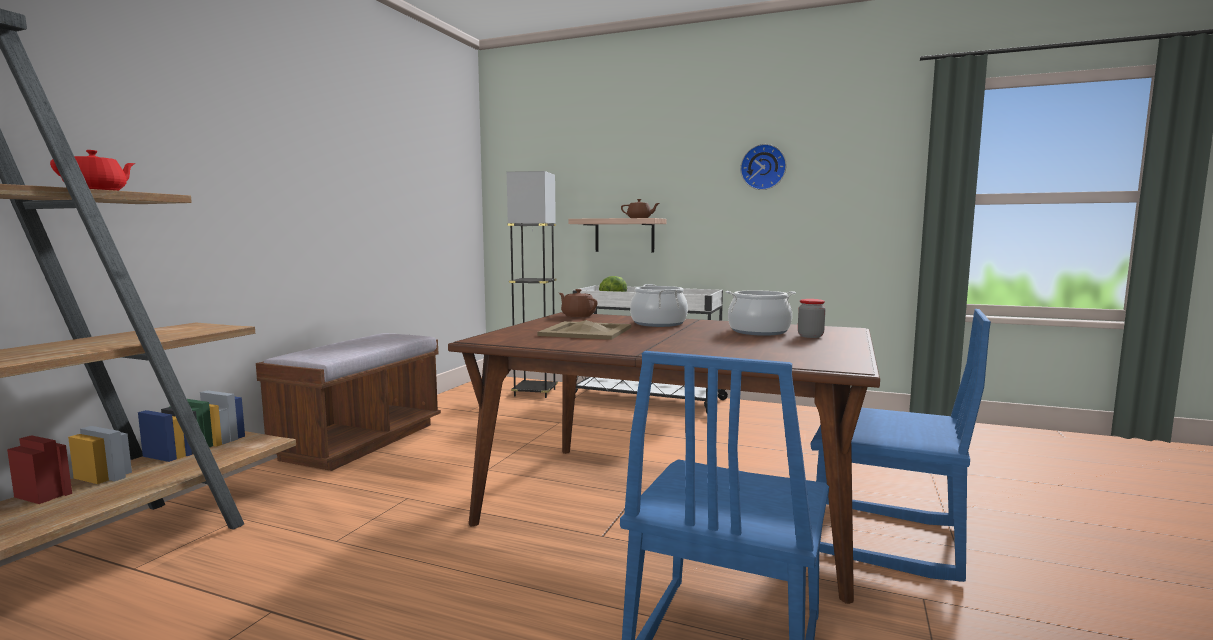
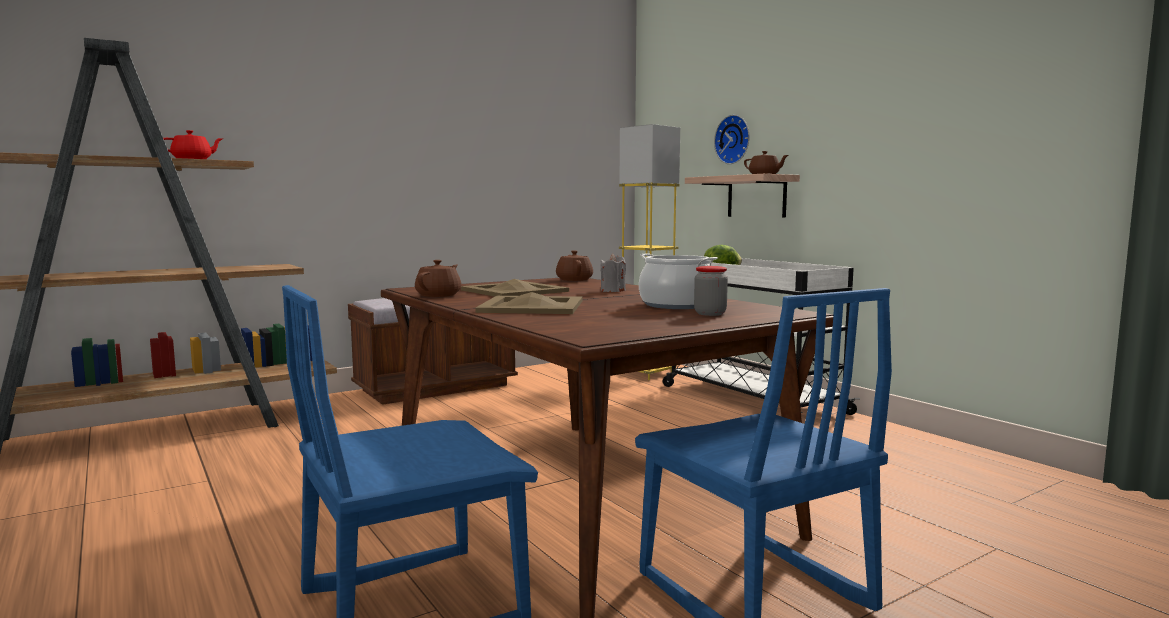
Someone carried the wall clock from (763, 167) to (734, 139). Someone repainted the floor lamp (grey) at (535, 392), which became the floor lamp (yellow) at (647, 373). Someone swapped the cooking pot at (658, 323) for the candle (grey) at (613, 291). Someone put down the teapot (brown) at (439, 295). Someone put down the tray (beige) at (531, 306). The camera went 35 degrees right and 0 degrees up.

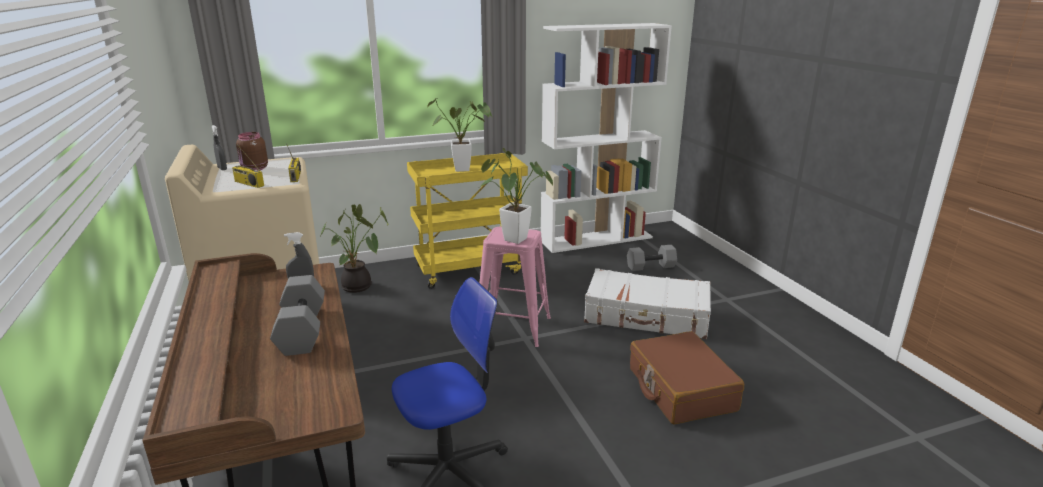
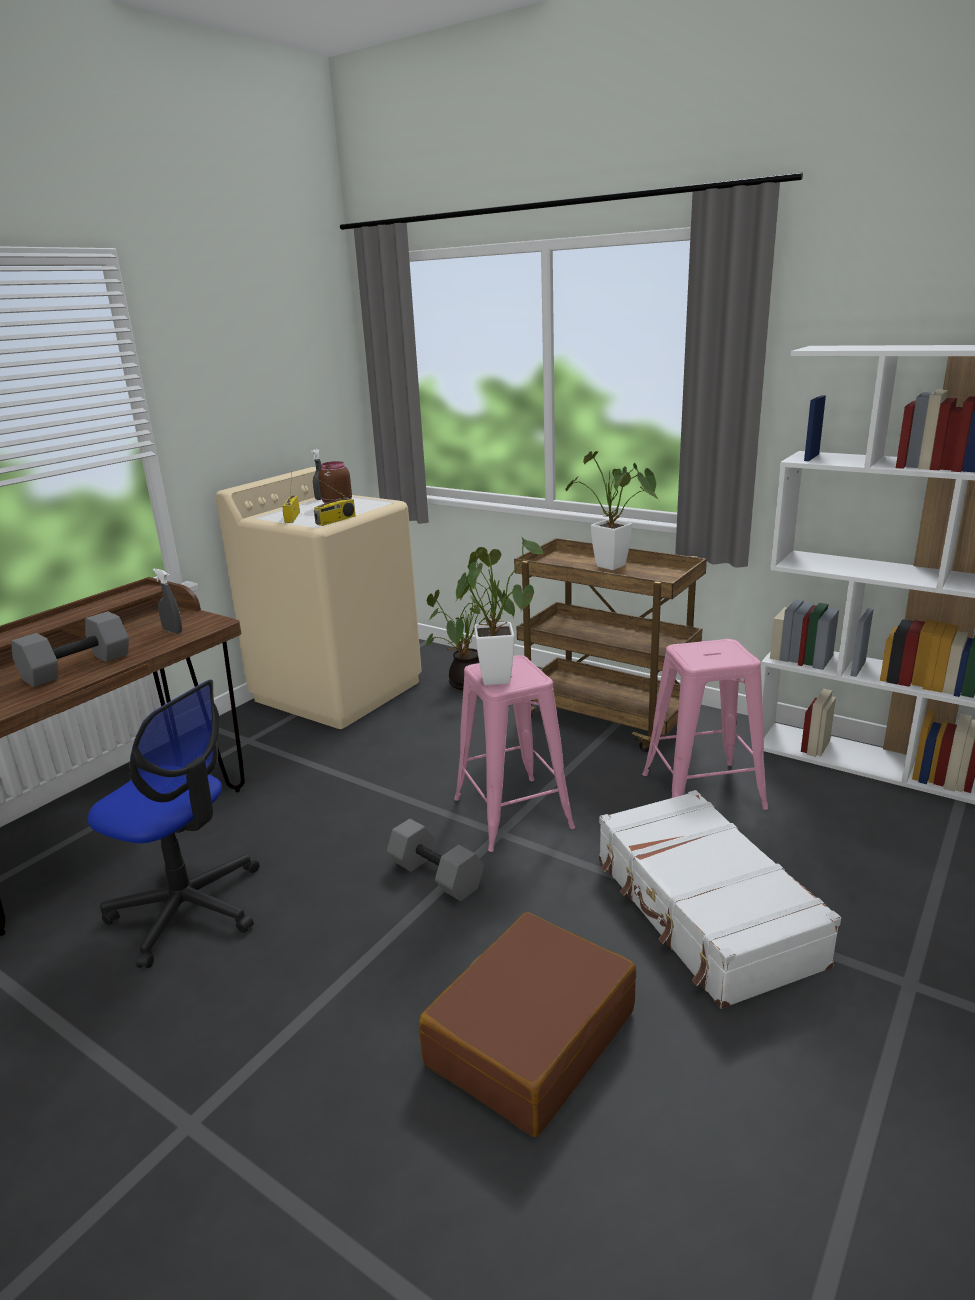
Someone repainted the cart (yellow) at (470, 269), which became the cart (brown) at (608, 719). Someone carried the dumbbell (grey) from (650, 267) to (434, 876). Someone put down the stool (pink) at (702, 791). The camera went 55 degrees right and 0 degrees up.

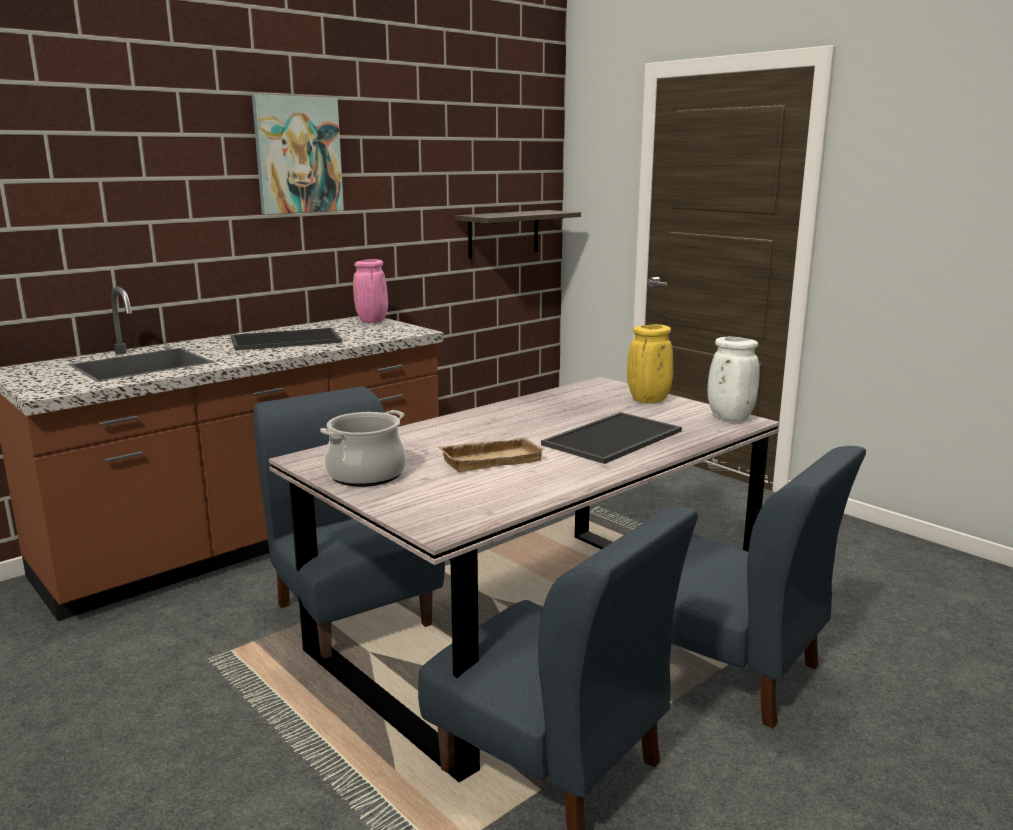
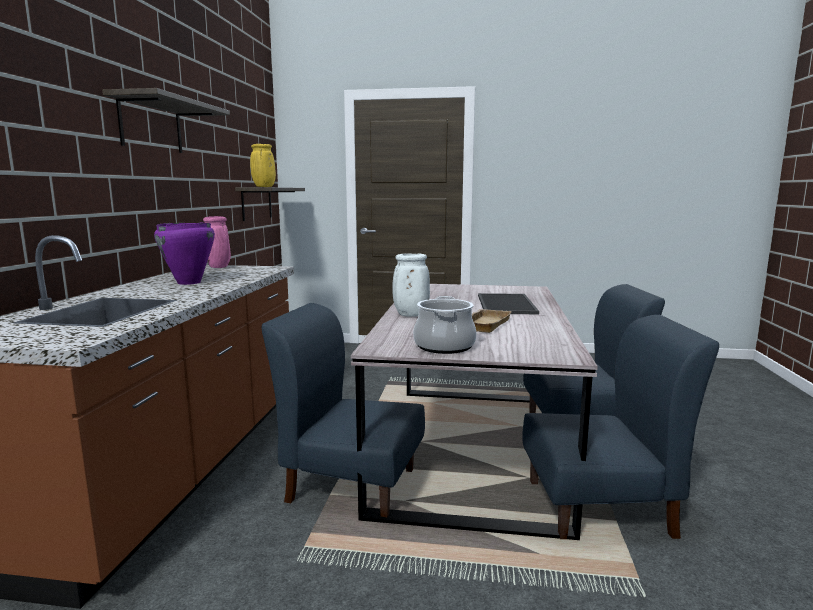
Someone swapped the picture at (298, 155) for the shelf at (151, 125). Someone carried the vase (yellow) from (648, 401) to (264, 187). Someone swapped the tray at (285, 340) for the cooking pot (purple) at (189, 282). Someone carried the vase (white) from (728, 418) to (410, 315). The camera went 40 degrees left and 5 degrees down.

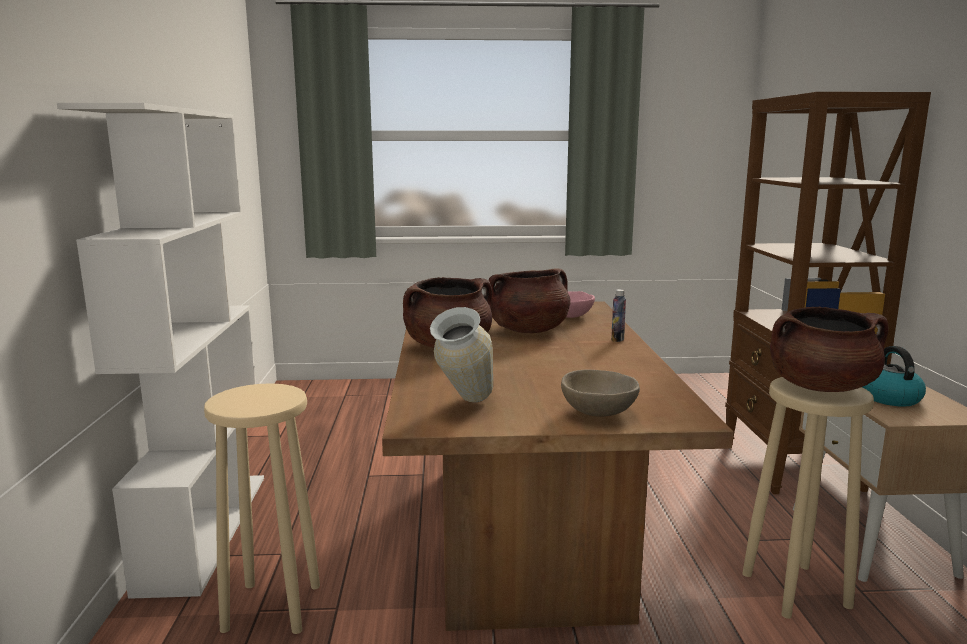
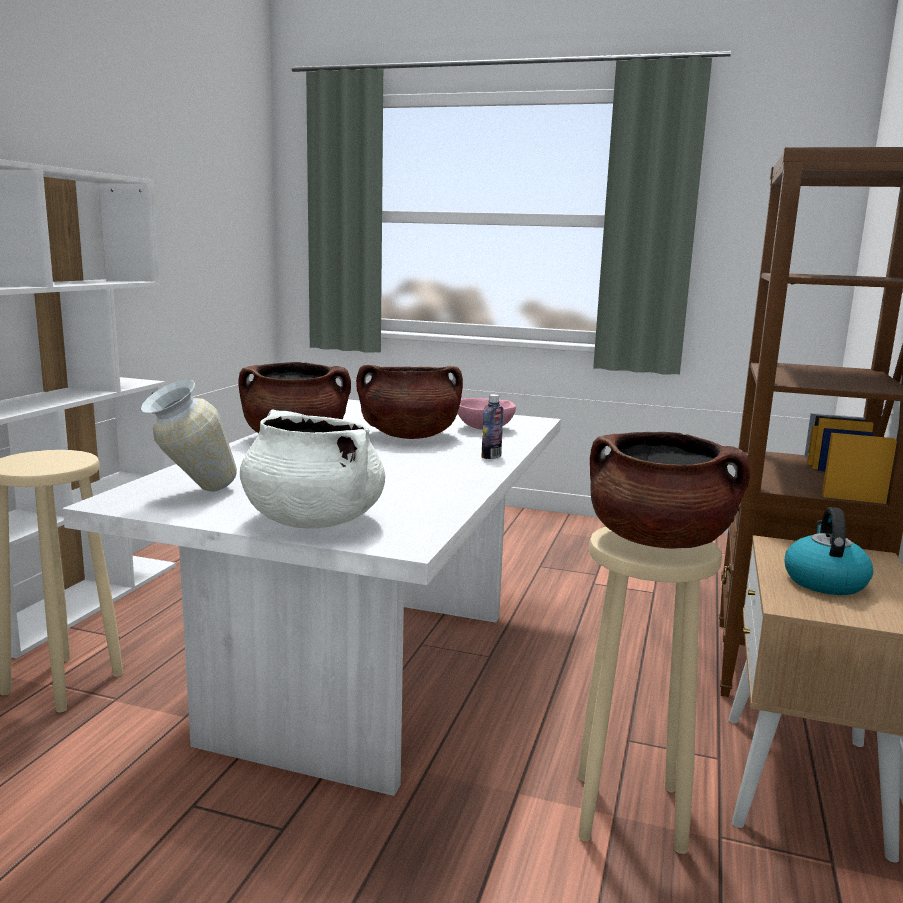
Someone repainted the dining table (brown) at (525, 534), which became the dining table (white) at (370, 673). Someone swapped the bowl (beige) at (598, 413) for the cooking pot (white) at (312, 521). The camera went 20 degrees right and 0 degrees up.

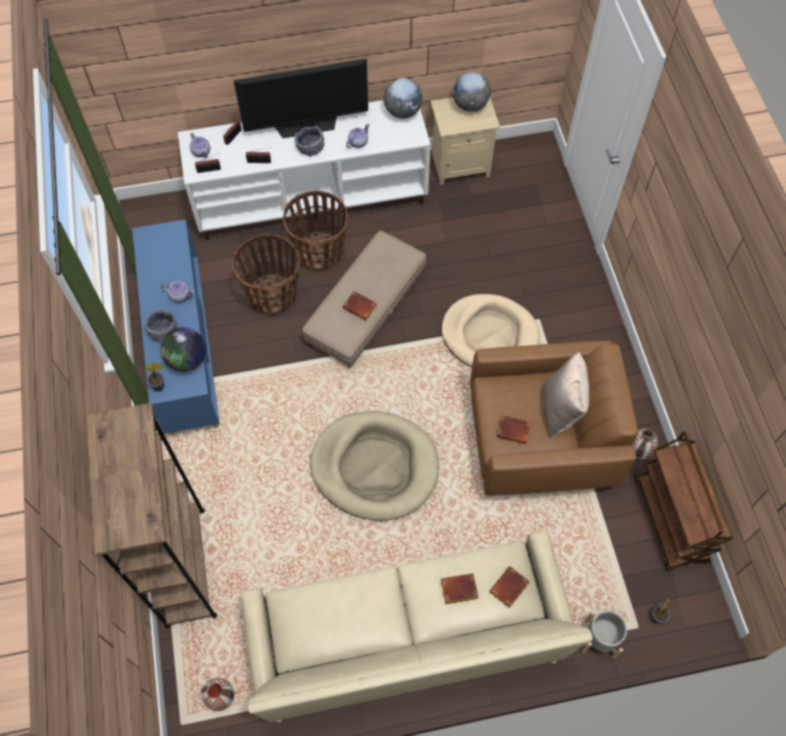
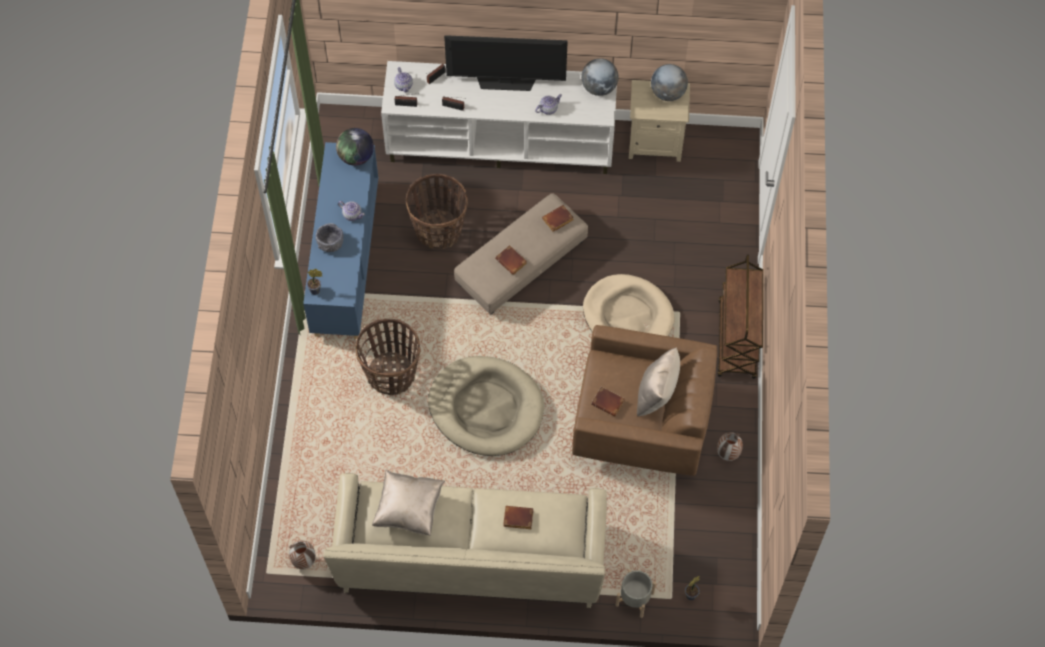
Someone took away the bowl (grey) at (310, 148). Someone carried the basket from (319, 252) to (391, 374). Someone carried the globe from (187, 360) to (356, 157). Someone took away the bookcase (brown) at (185, 566). Someone carried the cart (brown) from (670, 521) to (737, 340). Someone carried the book (brown) from (509, 589) to (557, 221). Someone put down the pillow (beige) at (409, 509). The camera went 15 degrees right and 0 degrees up.

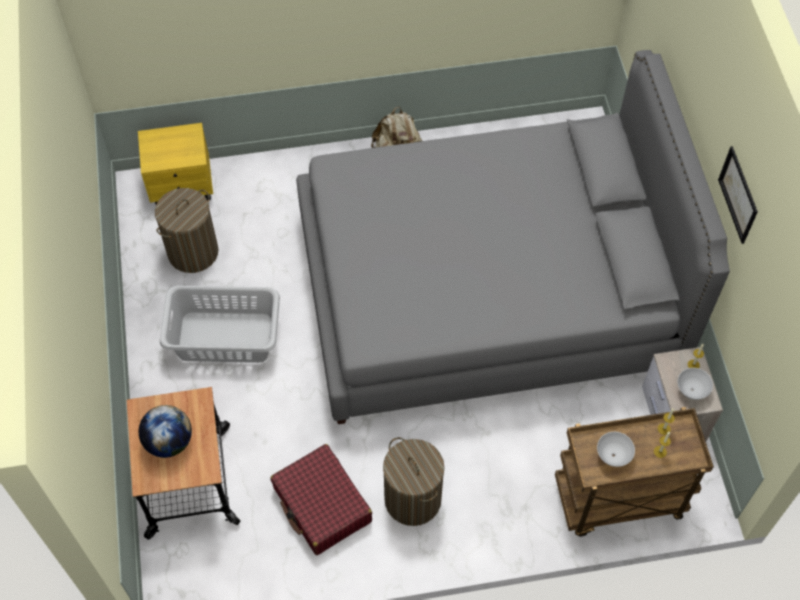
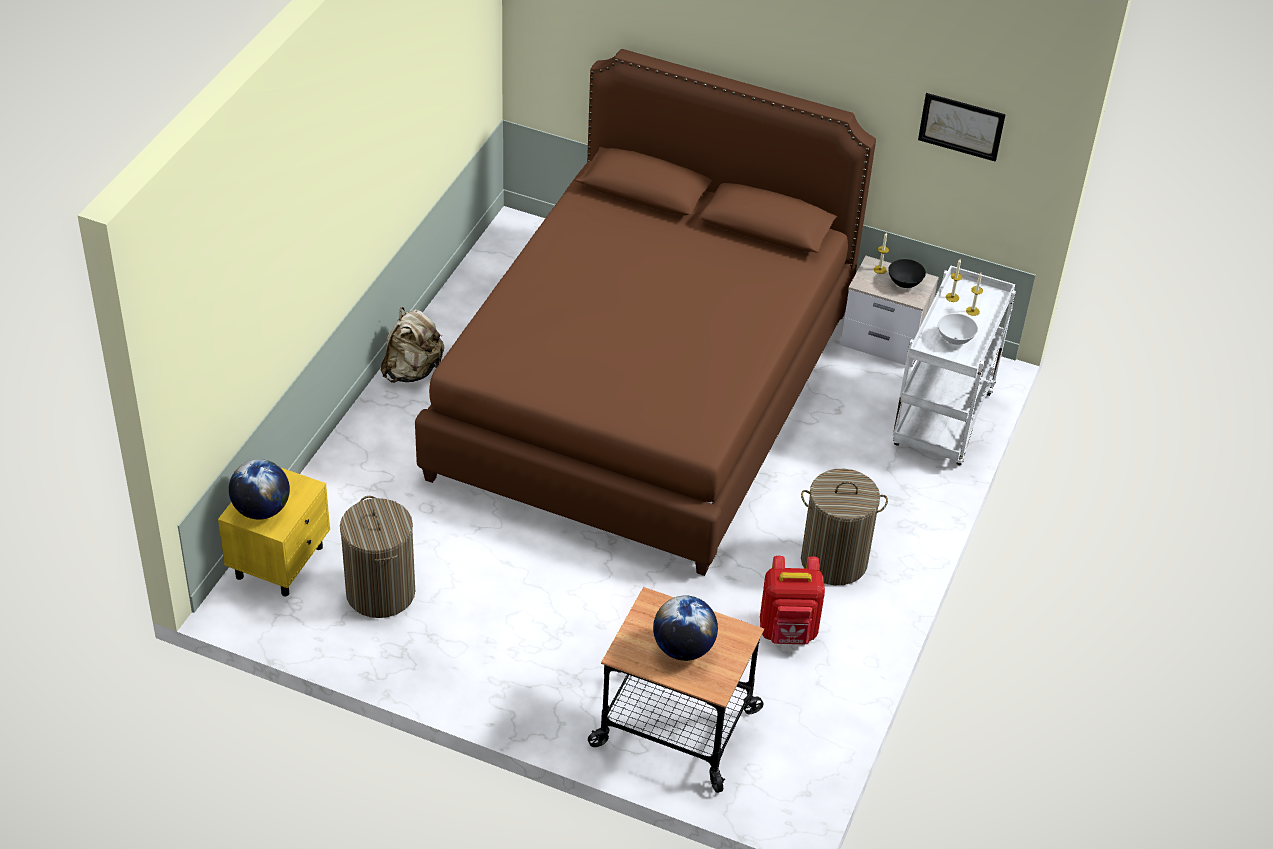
Someone repainted the bed (grey) at (486, 291), which became the bed (brown) at (644, 393). Someone carried the picture from (738, 195) to (961, 126). Someone took away the laundry basket (grey) at (224, 337). Someone repainted the bowl (white) at (692, 390), which became the bowl (black) at (905, 284). Someone repainted the cart (brown) at (618, 500), which became the cart (white) at (943, 422). Someone swapped the suitcase (red) at (322, 505) for the backpack (red) at (788, 632). Someone put down the globe at (261, 510). The camera went 60 degrees left and 15 degrees down.

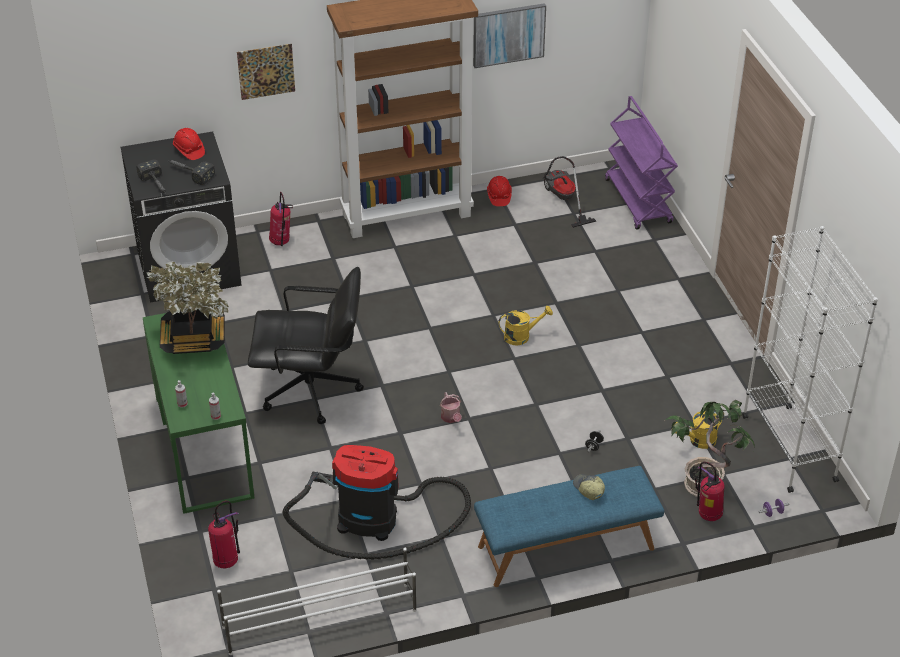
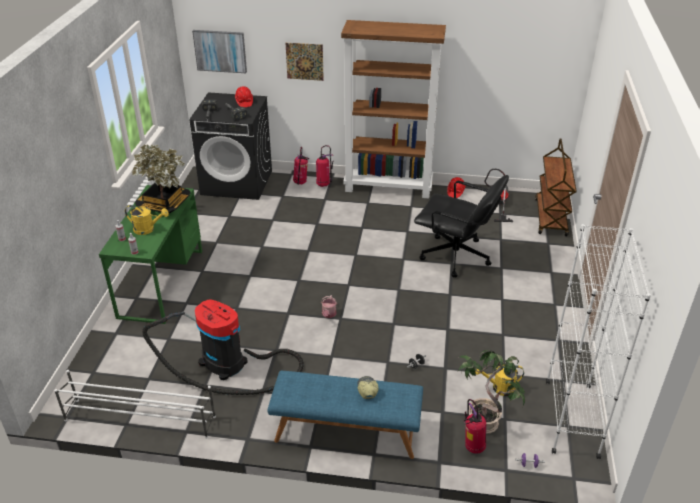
Someone carried the picture from (508, 34) to (220, 51). Someone repainted the cart (purple) at (638, 202), which became the cart (brown) at (551, 218). Someone carried the office chair (black) from (311, 391) to (456, 257). Someone carried the watering can (yellow) from (521, 336) to (148, 229). Someone carried the fire extinguisher from (226, 560) to (323, 184). The camera went 25 degrees right and 5 degrees down.

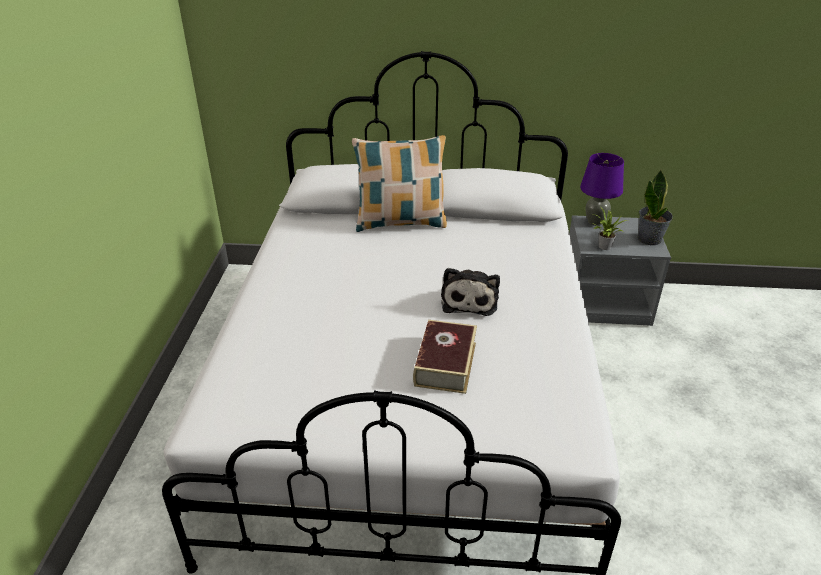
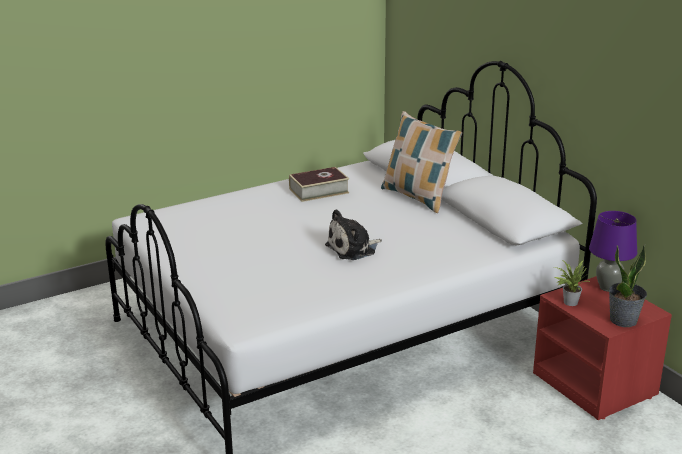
Someone repainted the nightstand (grey) at (605, 302), which became the nightstand (red) at (596, 384). Someone carried the book from (445, 364) to (319, 191). The camera went 55 degrees right and 10 degrees down.

